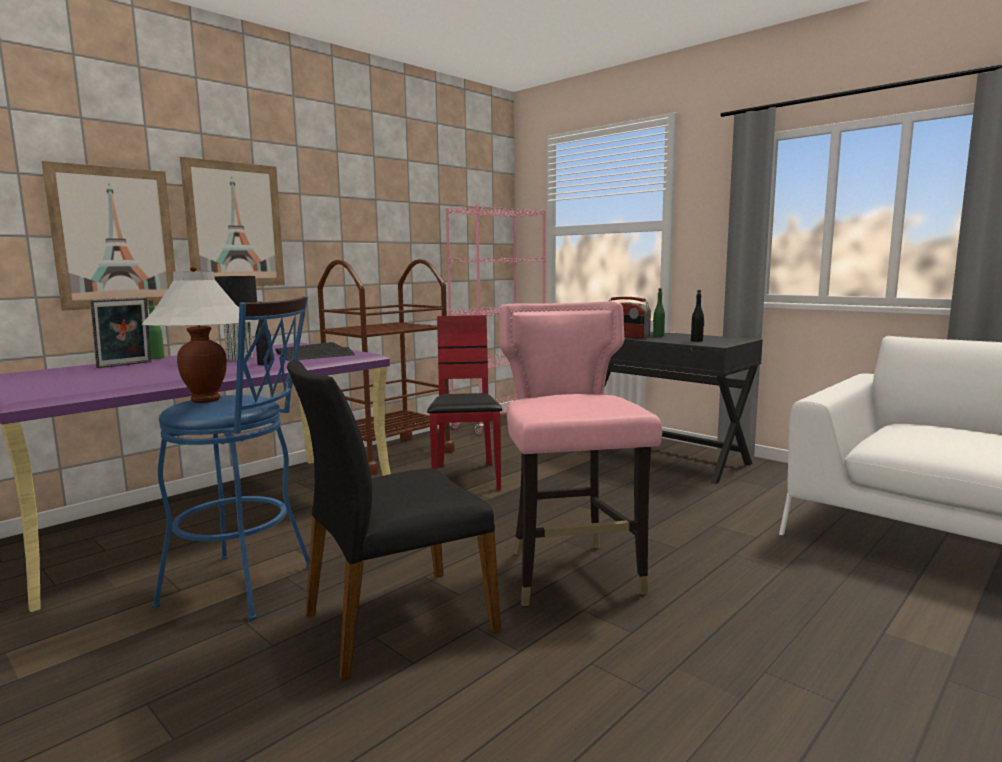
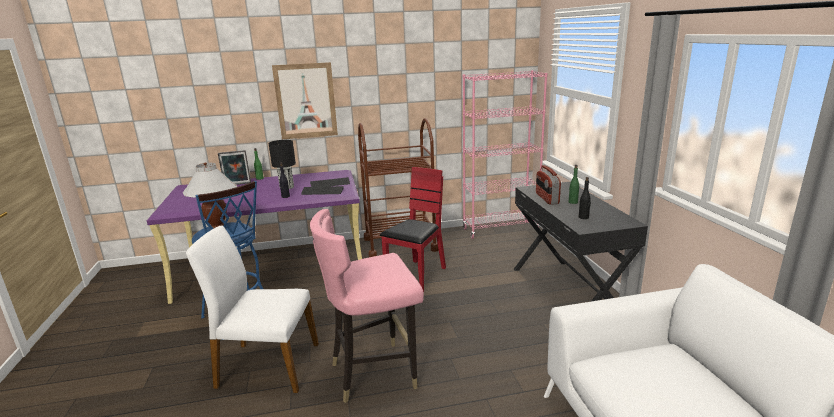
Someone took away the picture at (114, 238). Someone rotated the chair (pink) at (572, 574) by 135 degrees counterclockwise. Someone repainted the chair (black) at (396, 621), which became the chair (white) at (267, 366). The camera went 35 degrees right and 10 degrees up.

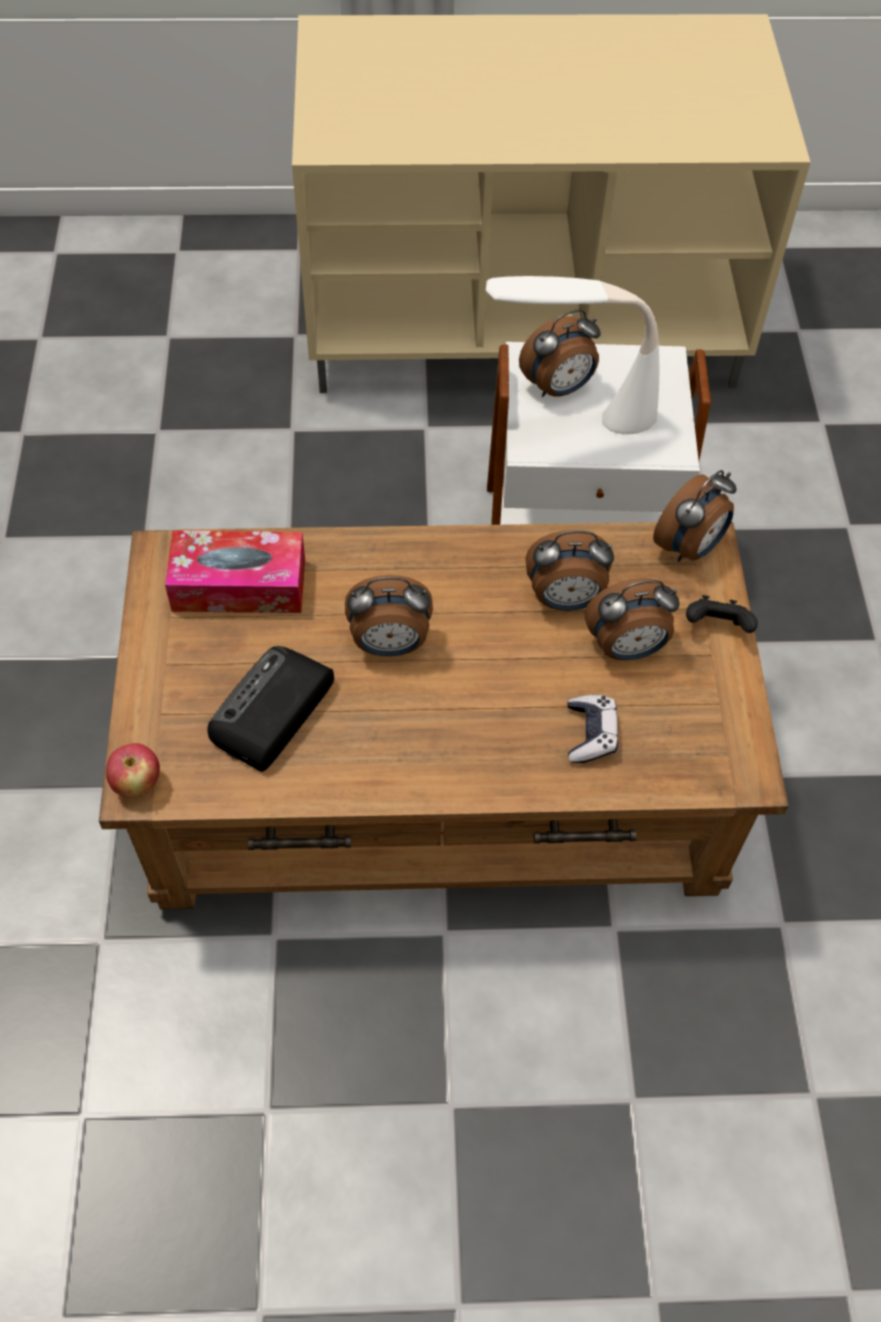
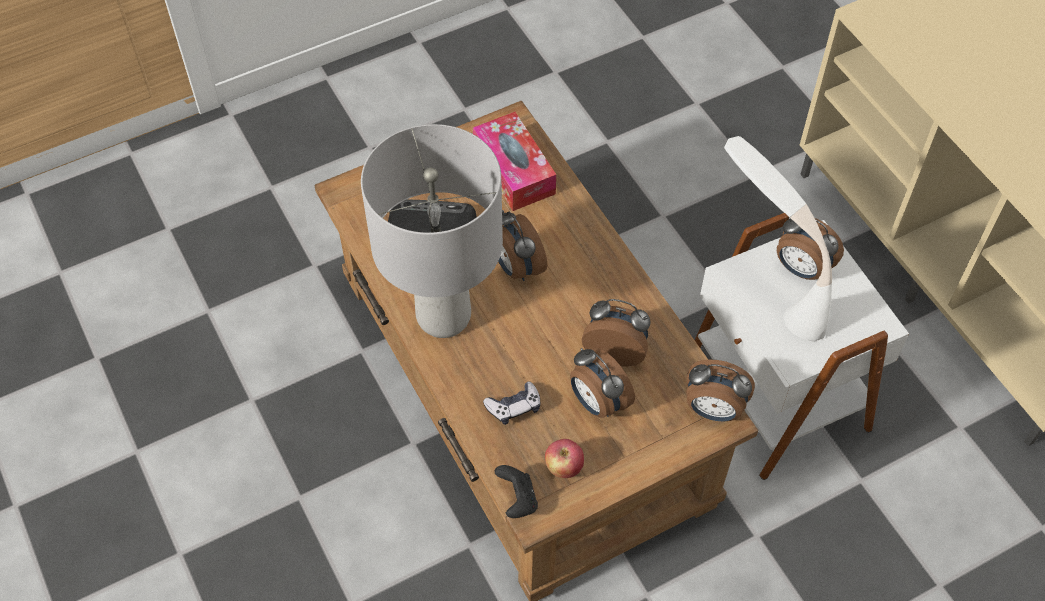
Someone rotated the alarm clock at (565, 600) by 135 degrees clockwise. Someone carried the game controller (black) from (716, 627) to (517, 500). Someone carried the apple from (137, 784) to (563, 468). Someone put down the table lamp (grey) at (444, 317). The camera went 65 degrees right and 0 degrees up.

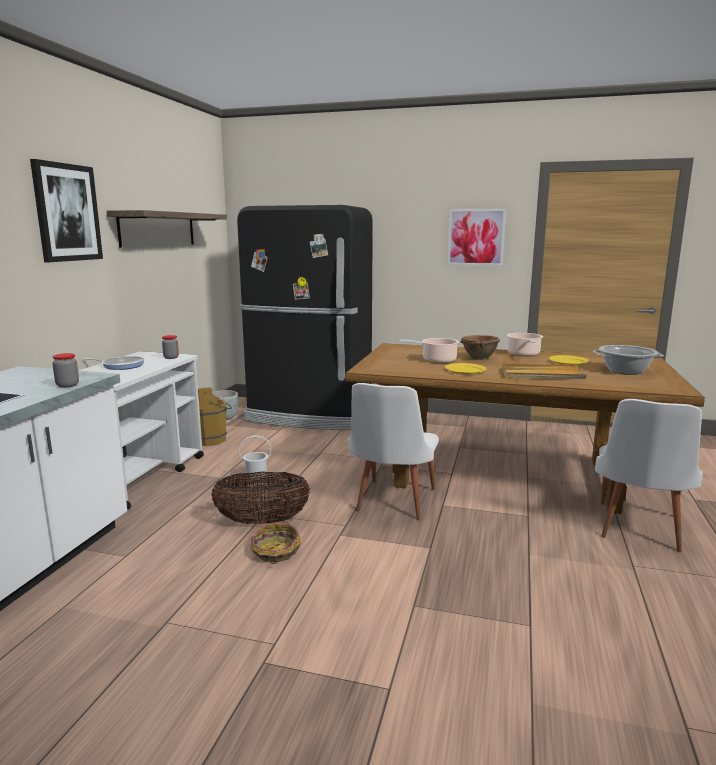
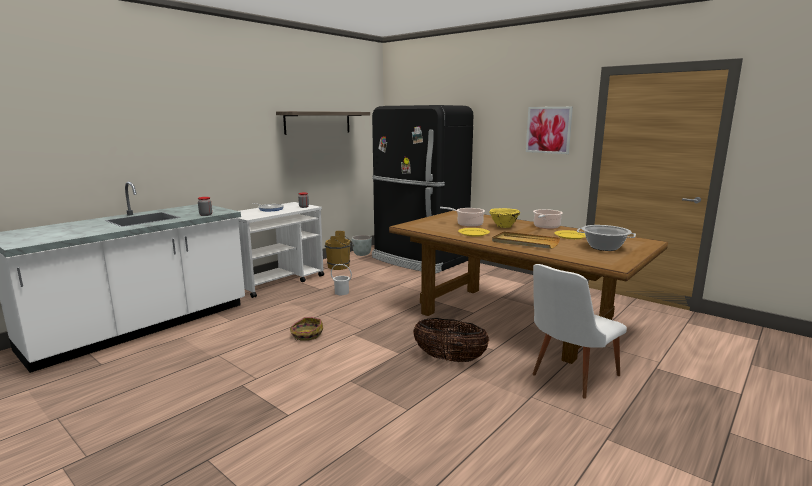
Someone took away the picture at (67, 213). Someone repainted the bowl (brown) at (479, 358), which became the bowl (yellow) at (503, 226). Someone took away the chair (white) at (392, 503). Someone carried the basket from (262, 521) to (449, 359). The camera went 25 degrees right and 0 degrees up.

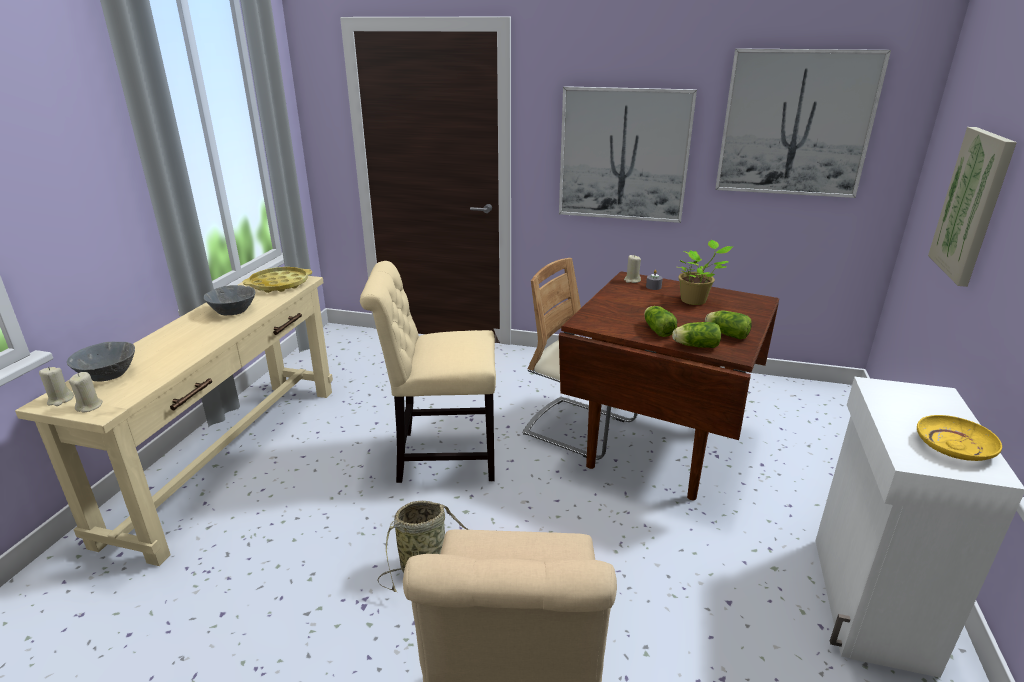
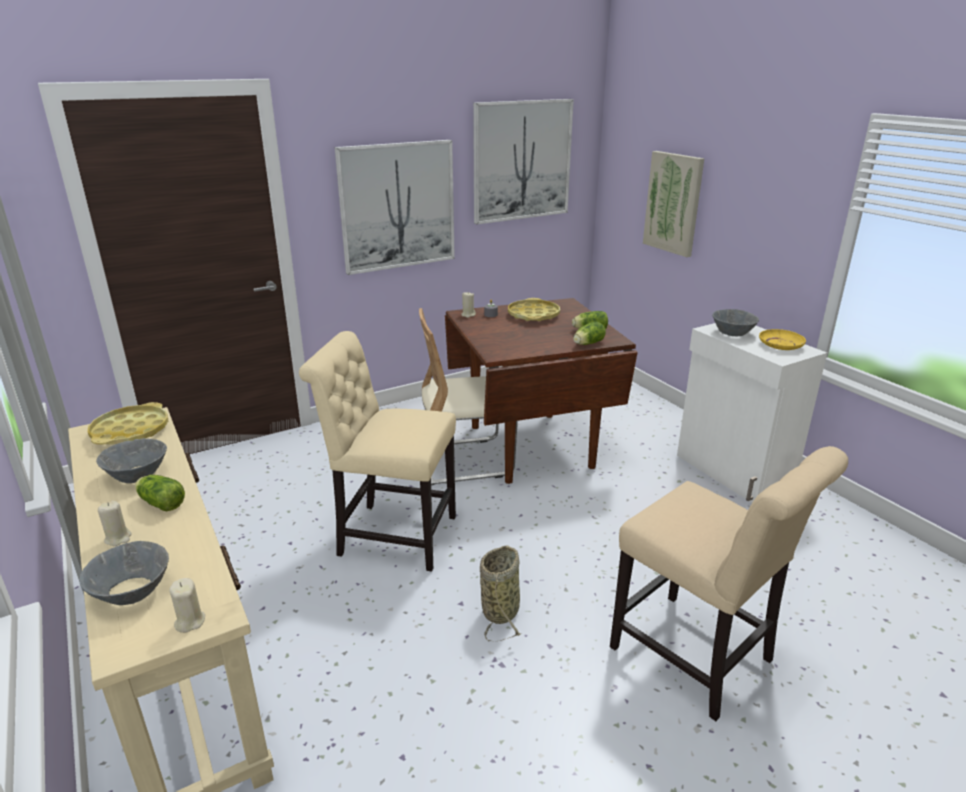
Someone swapped the potted plant at (695, 300) for the tray (yellow) at (533, 315). Someone rotated the chair (beige) at (440, 456) by 60 degrees clockwise. Someone carried the lettuce from (657, 330) to (160, 503). Someone carried the candle (beige) from (60, 400) to (118, 538). Someone put down the bowl (grey) at (732, 333). The camera went 45 degrees left and 0 degrees up.

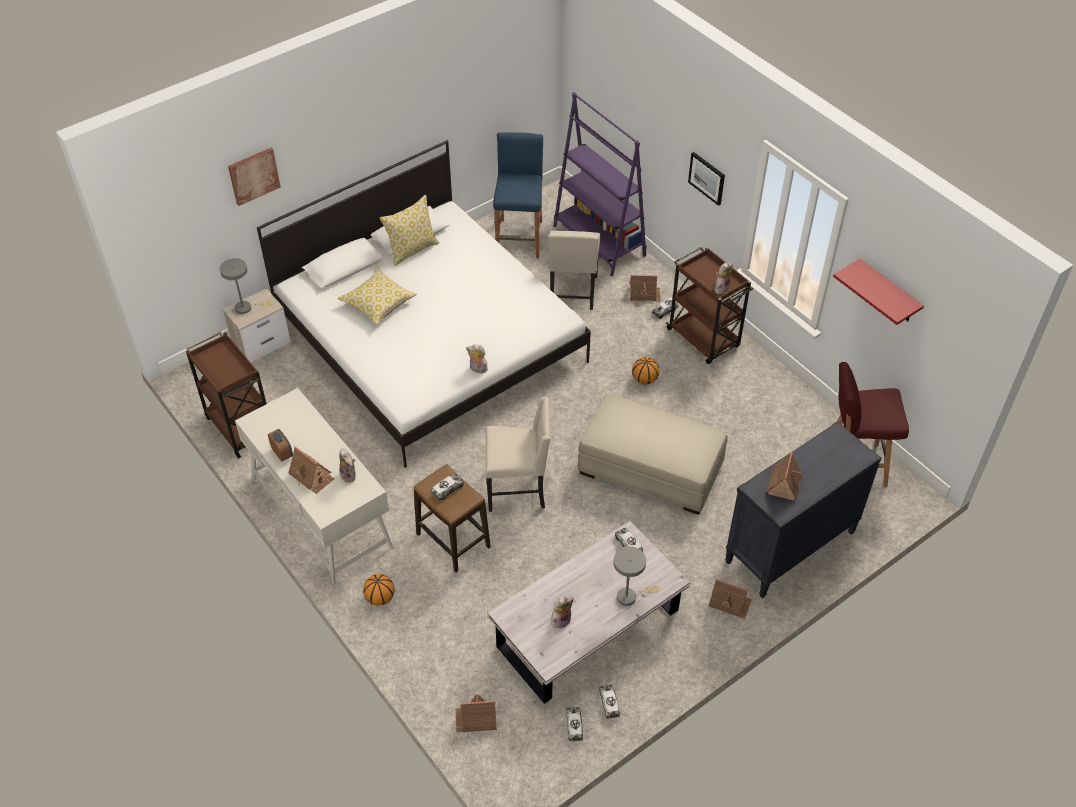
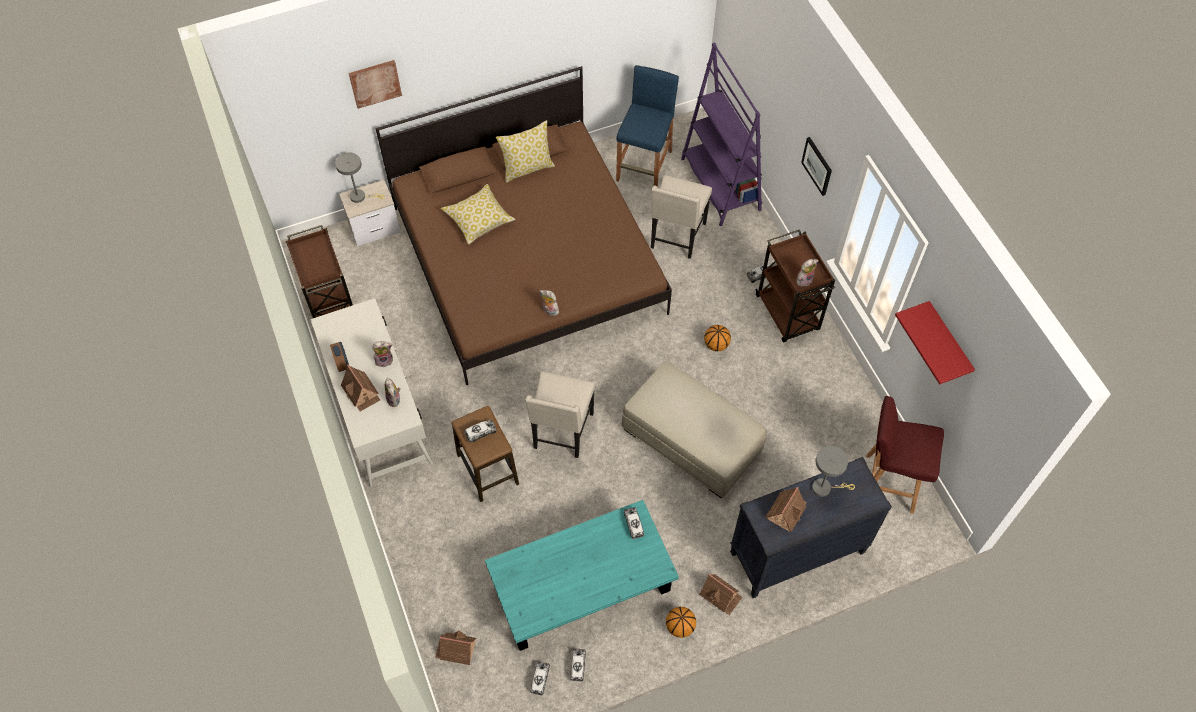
Someone repainted the bed (white) at (431, 341), which became the bed (brown) at (528, 259). Someone took away the toy house at (644, 294). Someone rotated the chair (beige) at (518, 489) by 90 degrees clockwise. Someone repainted the coffee table (white) at (587, 629), which became the coffee table (turquoise) at (581, 588). Someone carried the table lamp (grey) from (629, 596) to (824, 487). Someone carried the basketball from (379, 598) to (679, 626). Someone carried the plush toy from (561, 619) to (384, 360). The camera went 15 degrees right and 10 degrees up.

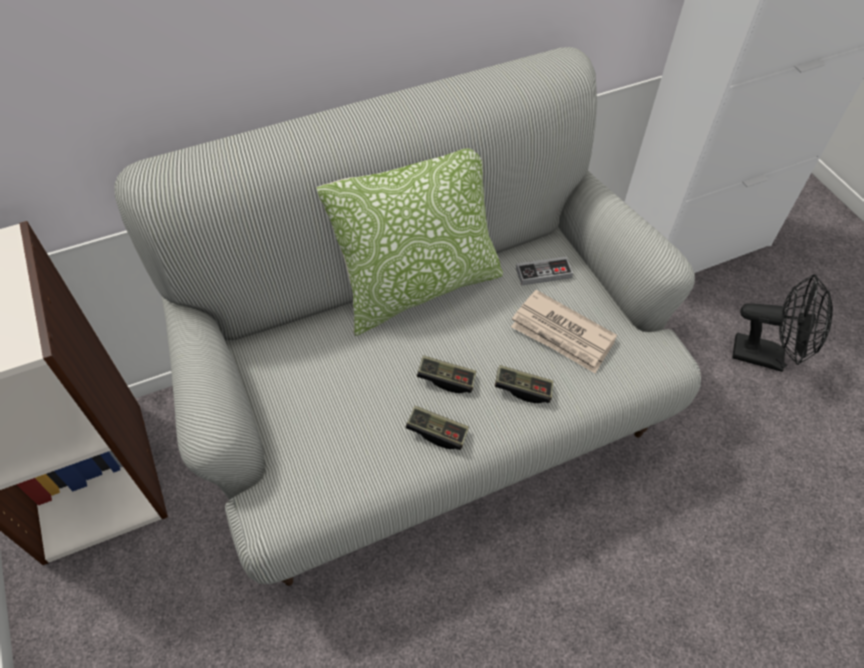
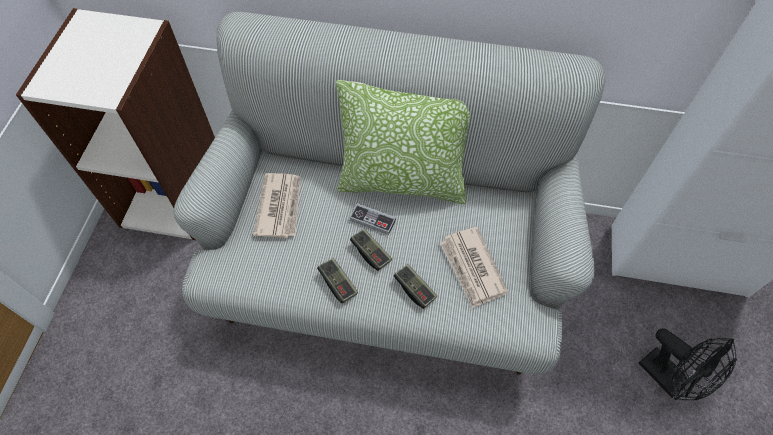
Someone carried the game controller from (543, 273) to (372, 220). Someone put down the newspaper at (280, 206). The camera went 35 degrees right and 5 degrees up.

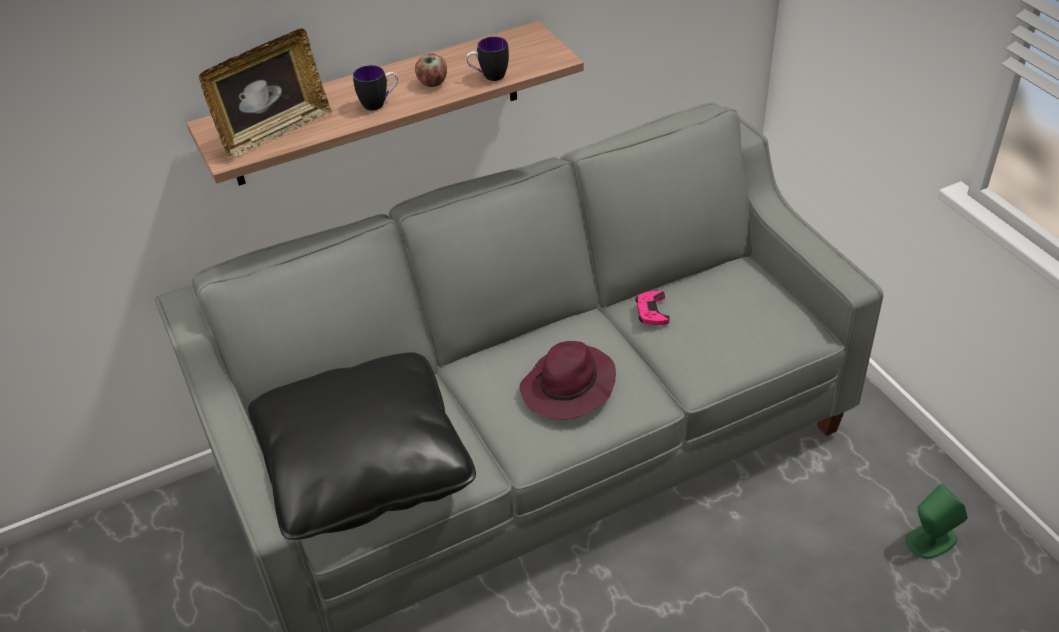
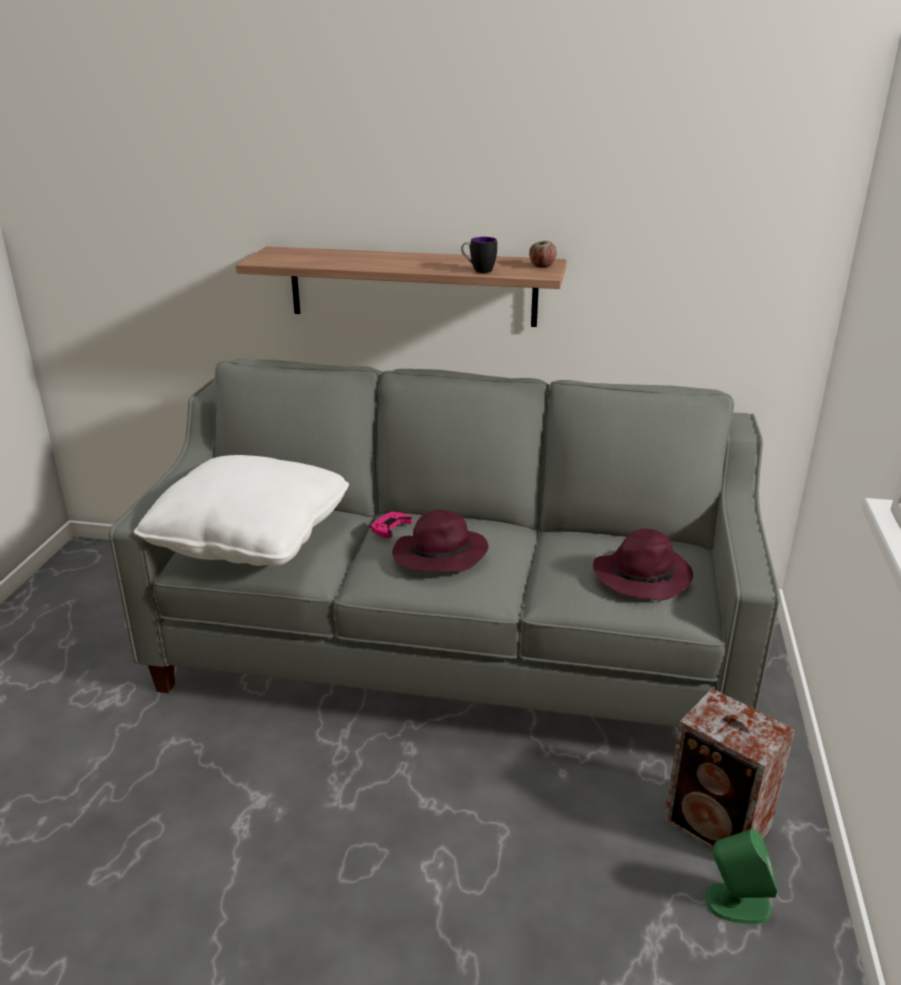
Someone took away the picture frame at (274, 132). Someone carried the apple from (432, 83) to (541, 266). Someone took away the mug at (379, 104). Someone carried the game controller (pink) from (652, 311) to (390, 527). Someone repainted the pillow (black) at (364, 466), which became the pillow (white) at (250, 536). Someone put down the hat (purple) at (643, 575). Someone put down the speaker at (719, 827). The camera went 35 degrees right and 15 degrees down.

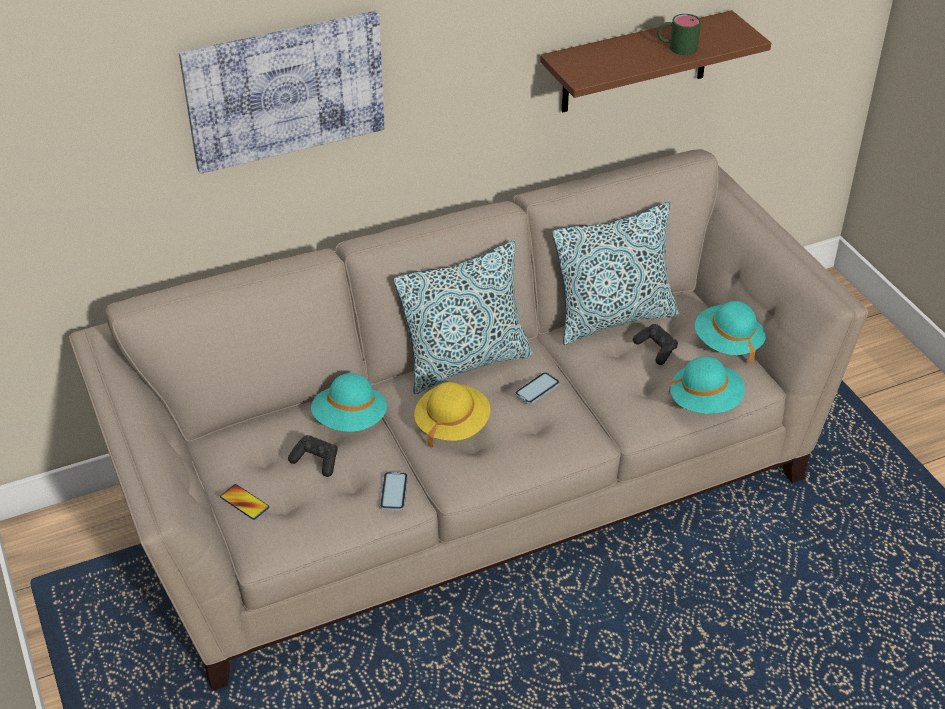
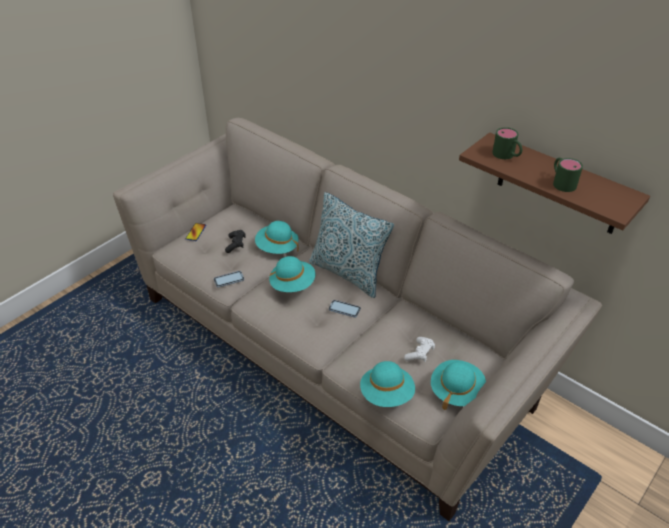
Someone took away the picture at (285, 90). Someone took away the pillow at (613, 318). Someone repainted the game controller (black) at (656, 349), which became the game controller (white) at (420, 354). Someone repainted the hat (yellow) at (452, 425), which became the hat (turquoise) at (292, 284). Someone put down the mug (green) at (507, 155). The camera went 65 degrees right and 0 degrees up.

